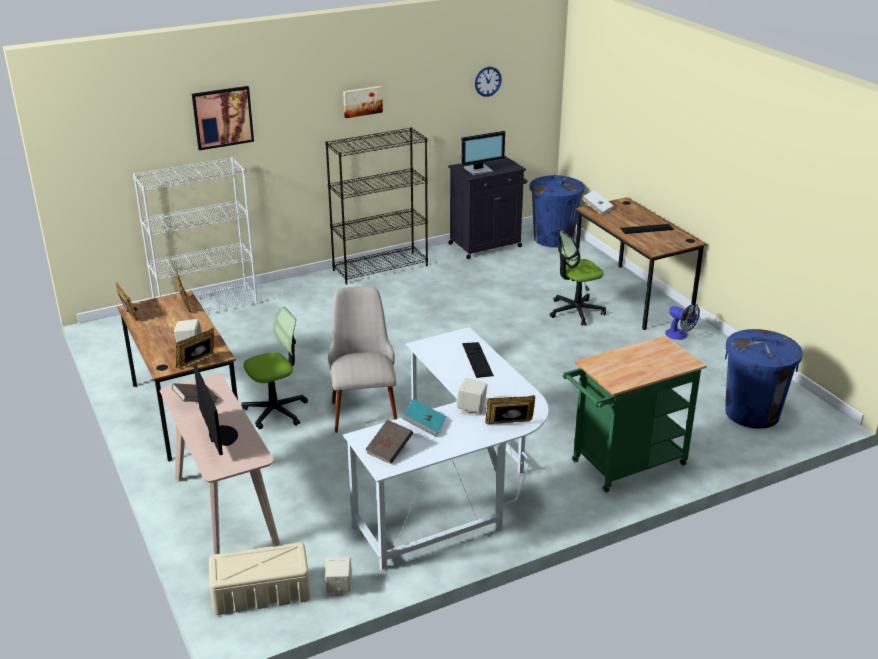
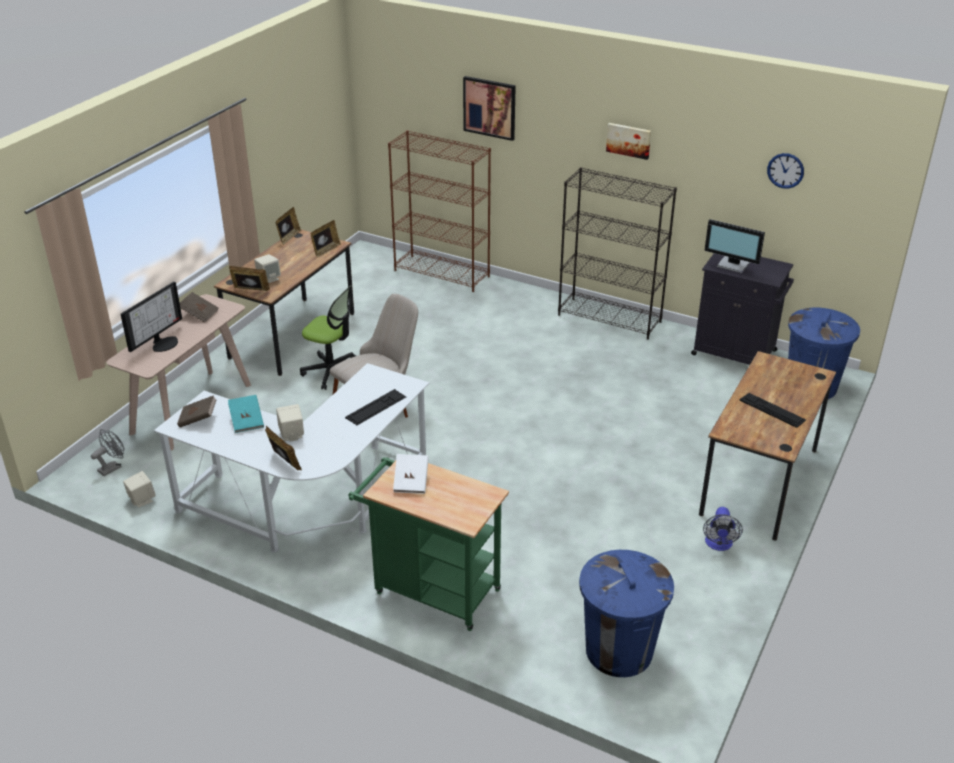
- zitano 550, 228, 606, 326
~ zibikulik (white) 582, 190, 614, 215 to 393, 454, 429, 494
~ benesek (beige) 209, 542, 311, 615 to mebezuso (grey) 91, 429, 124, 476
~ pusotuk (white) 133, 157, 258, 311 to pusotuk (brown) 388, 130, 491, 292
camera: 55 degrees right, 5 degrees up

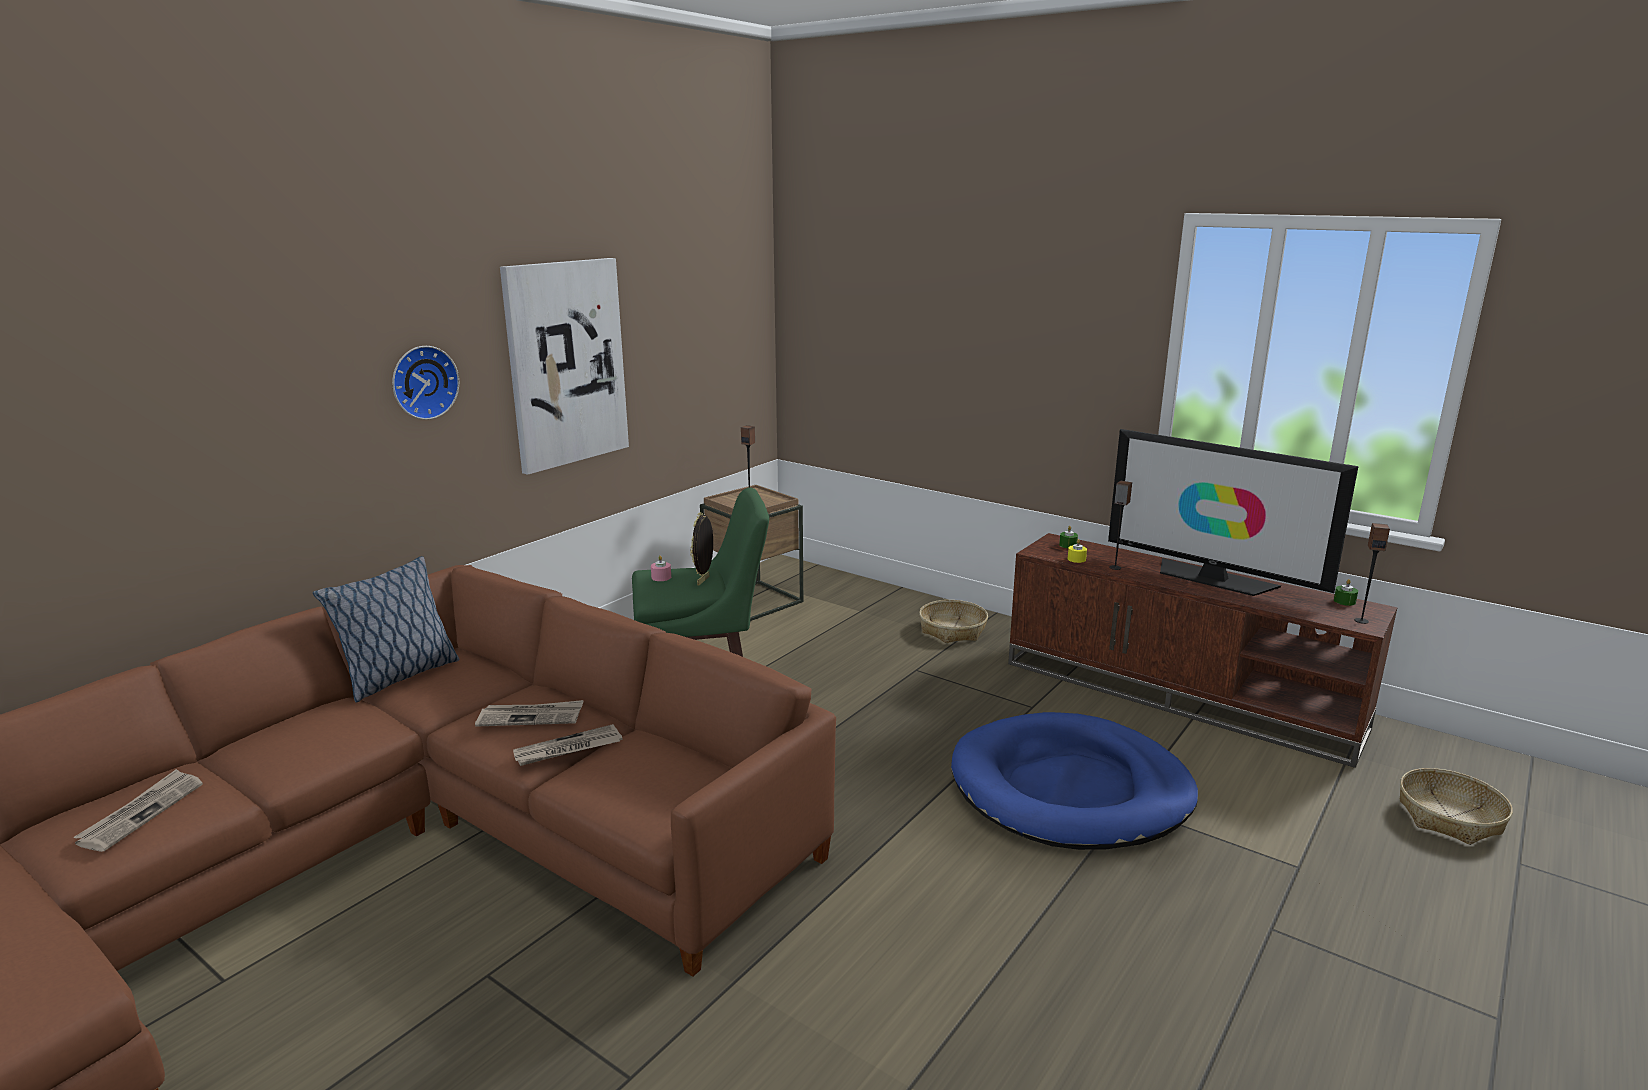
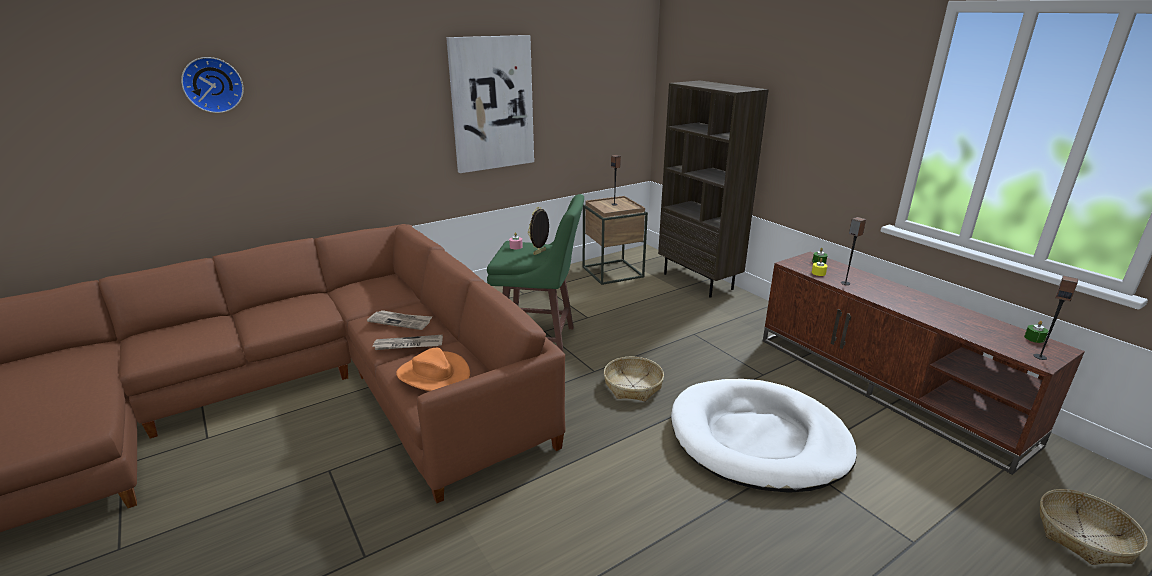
- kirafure 74, 769, 203, 852
- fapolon 313, 556, 460, 703
- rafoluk 1108, 429, 1358, 596
+ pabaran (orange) 396, 348, 470, 391
+ pusotuk (brown) 658, 80, 769, 297
~ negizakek 392, 346, 459, 420 to 181, 57, 244, 113
~ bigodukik 919, 600, 988, 643 to 604, 357, 664, 401
~ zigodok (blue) 951, 712, 1198, 850 to zigodok (white) 671, 379, 857, 493
camera: 20 degrees right, 5 degrees up

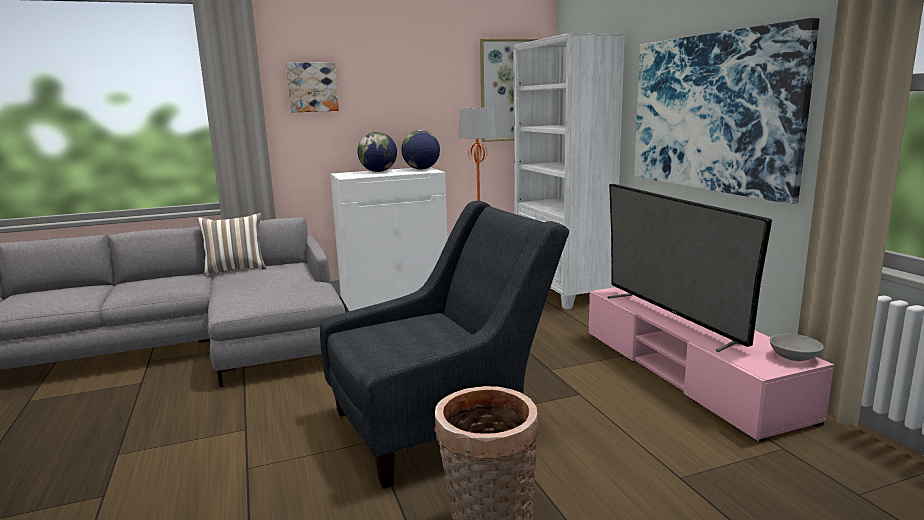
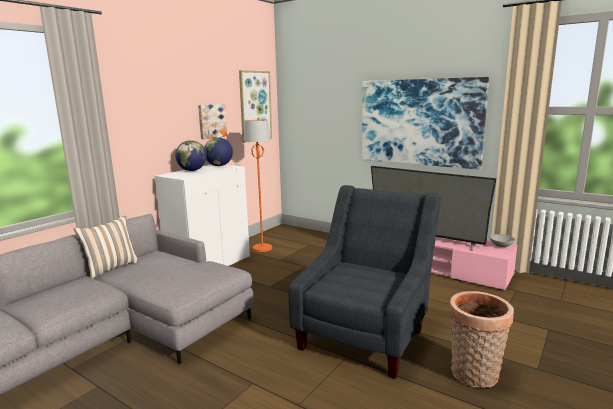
- pusotuk (white) 513, 33, 625, 310
~ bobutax 286, 62, 339, 112 to 198, 104, 227, 139
camera: 35 degrees left, 0 degrees up

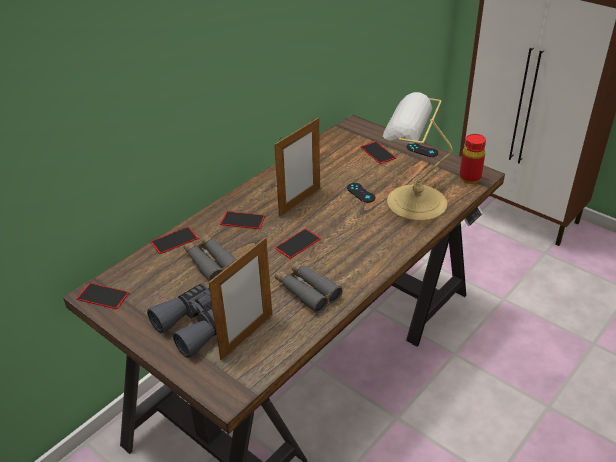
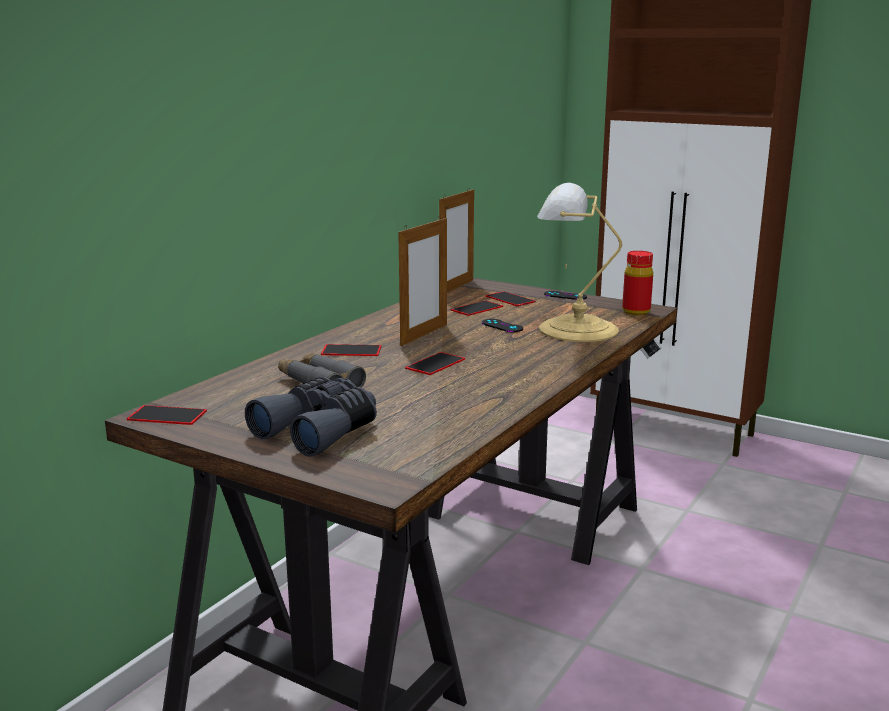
- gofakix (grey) 275, 261, 342, 313
~ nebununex 151, 227, 198, 254 to 451, 300, 503, 316
~ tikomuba 208, 237, 272, 360 to 439, 187, 474, 292
camera: 10 degrees left, 20 degrees down

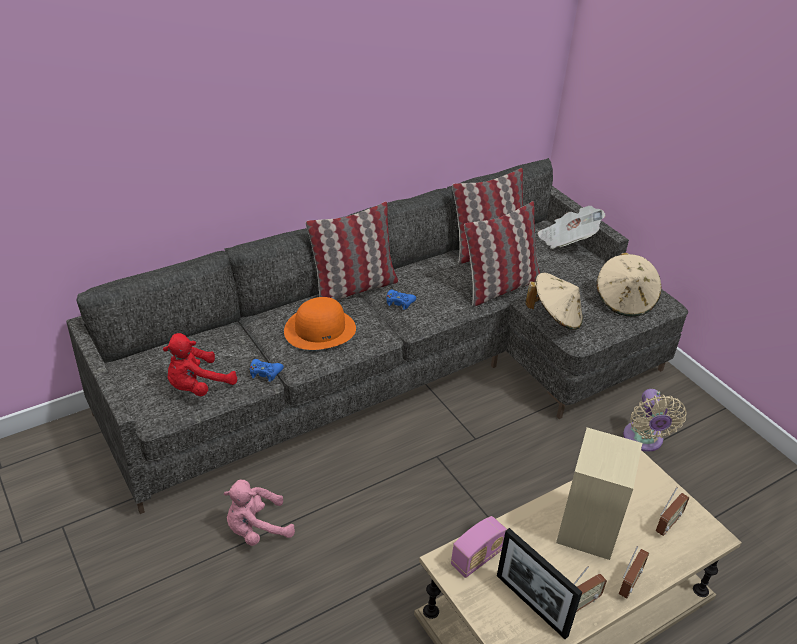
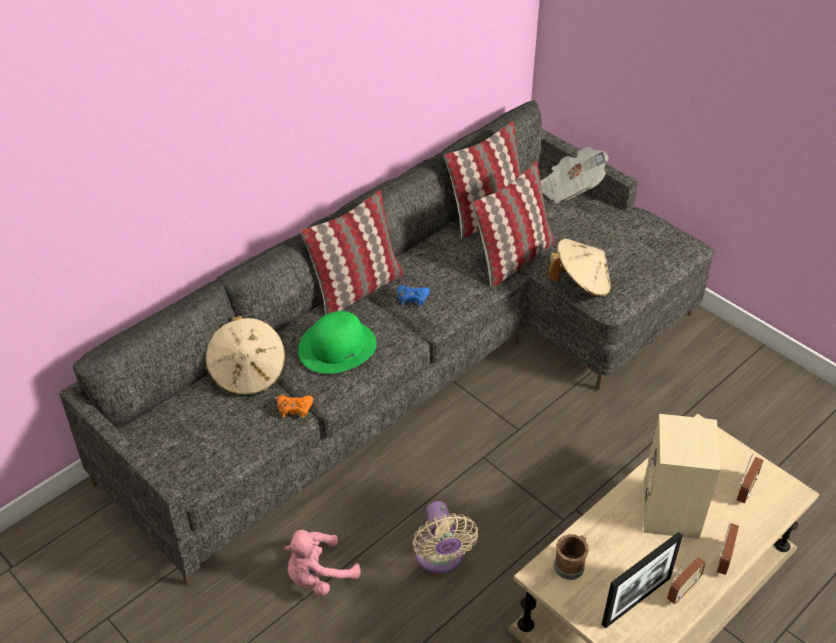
- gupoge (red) 163, 333, 237, 396
~ pabaran (beige) 596, 253, 662, 316 to 205, 316, 286, 397
~ mebezuso (beige) 623, 389, 687, 452 to 412, 501, 478, 574
~ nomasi 451, 516, 507, 578 to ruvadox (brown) 554, 534, 589, 580
~ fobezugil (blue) 250, 359, 284, 382 to fobezugil (orange) 277, 395, 313, 418
~ pabaran (orange) 284, 297, 356, 350 to pabaran (green) 298, 311, 377, 374
~ tikomuba 497, 528, 582, 639 = 602, 532, 683, 629 75 degrees counterclockwise
camera: 10 degrees left, 5 degrees up

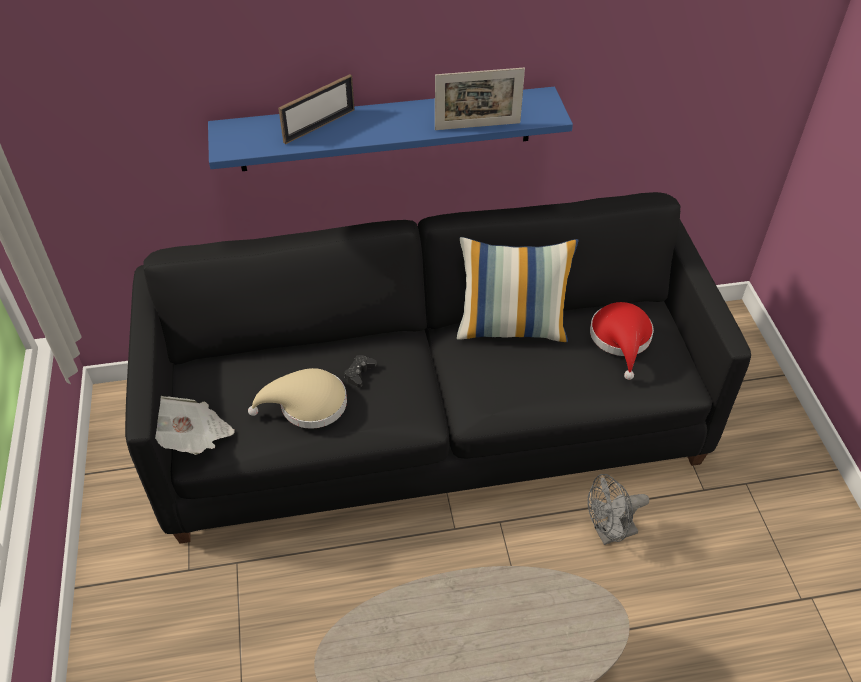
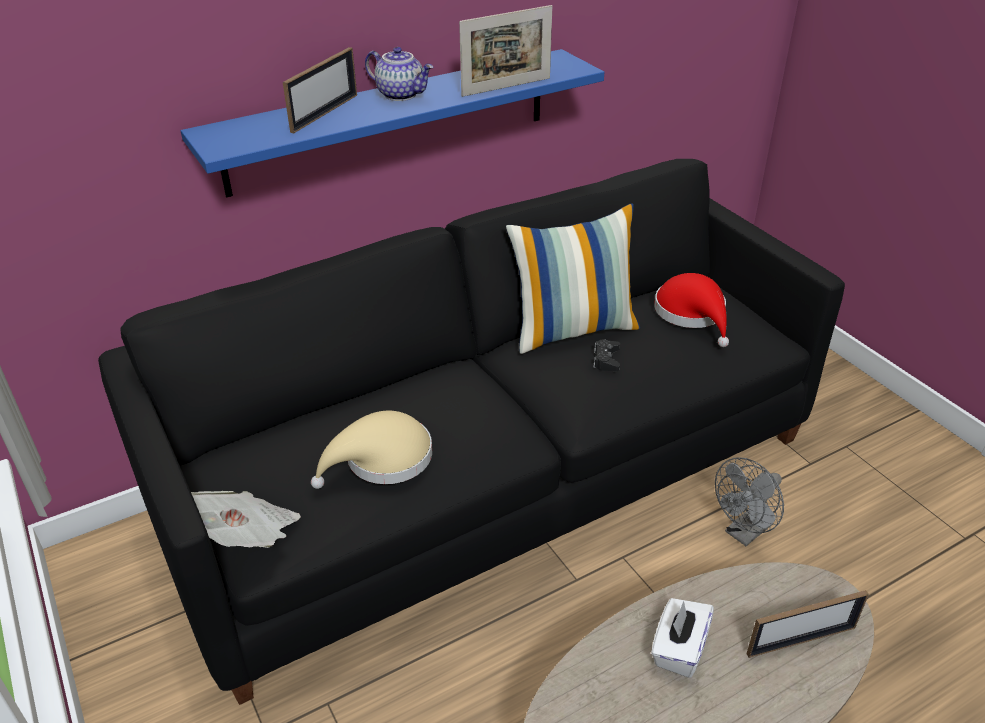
+ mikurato 365, 47, 433, 101
+ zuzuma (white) 651, 598, 714, 678
+ tikomuba 746, 590, 869, 658
~ fobezugil (black) 344, 355, 377, 387 to 593, 339, 620, 371
camera: 20 degrees left, 10 degrees down

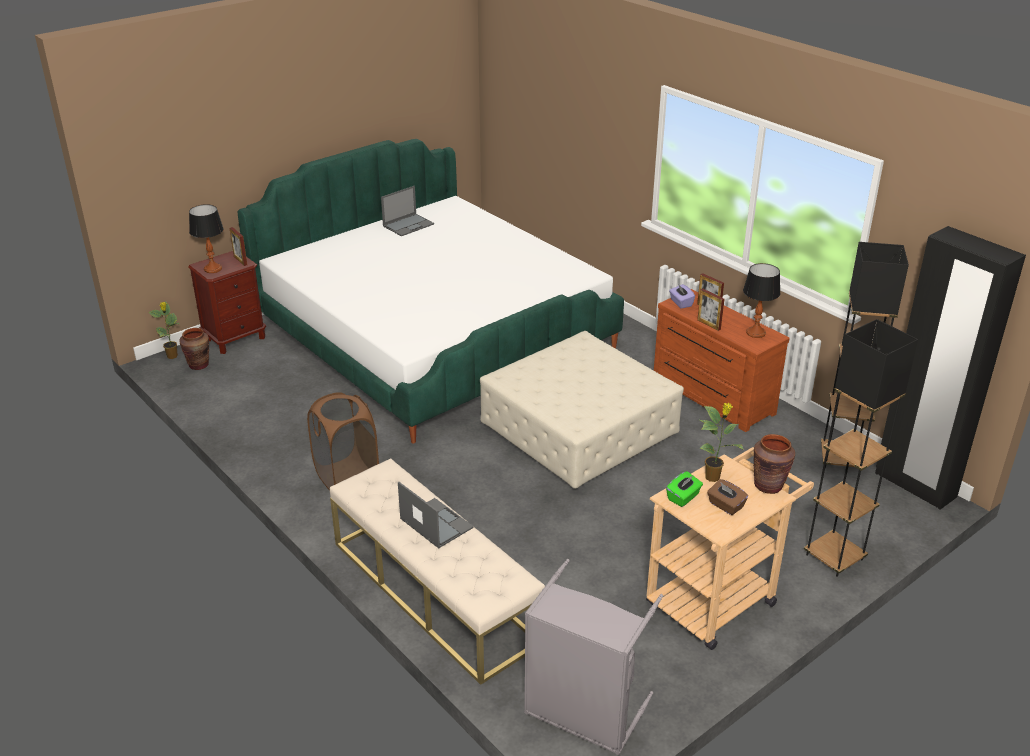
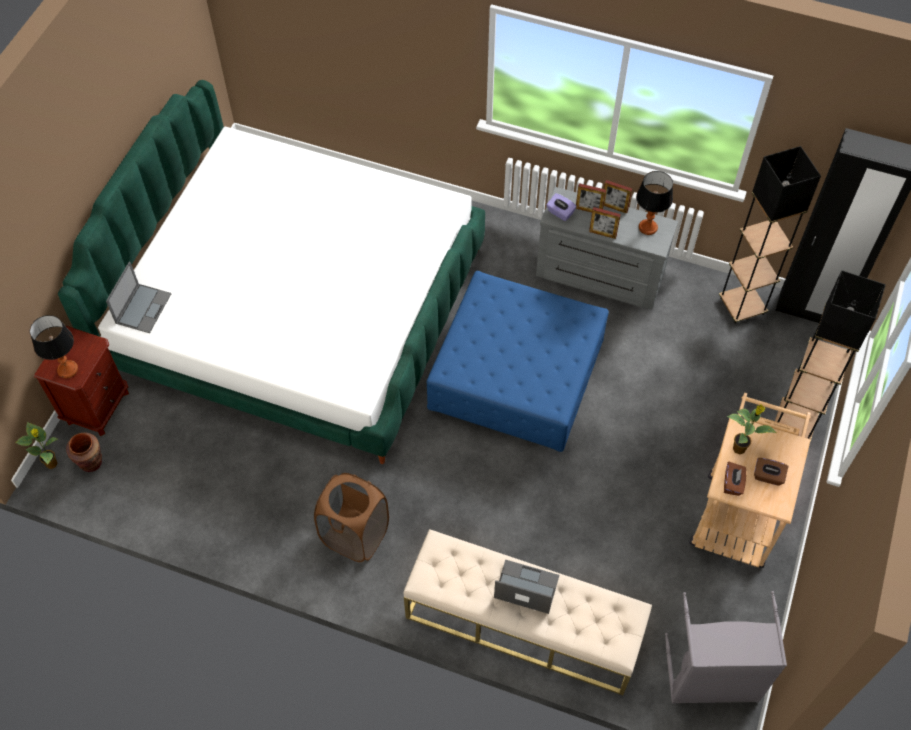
- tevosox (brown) 754, 434, 795, 494
~ tikomuba 230, 227, 247, 266 to 604, 180, 632, 214
~ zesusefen 381, 186, 434, 236 to 106, 261, 172, 333
~ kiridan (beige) 480, 331, 684, 489 to kiridan (blue) 426, 271, 609, 452
~ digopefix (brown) 654, 289, 790, 432 to digopefix (grey) 536, 187, 678, 310
~ zuzuma (green) 666, 471, 703, 507 to zuzuma (brown) 724, 462, 746, 496
camera: 30 degrees left, 25 degrees up

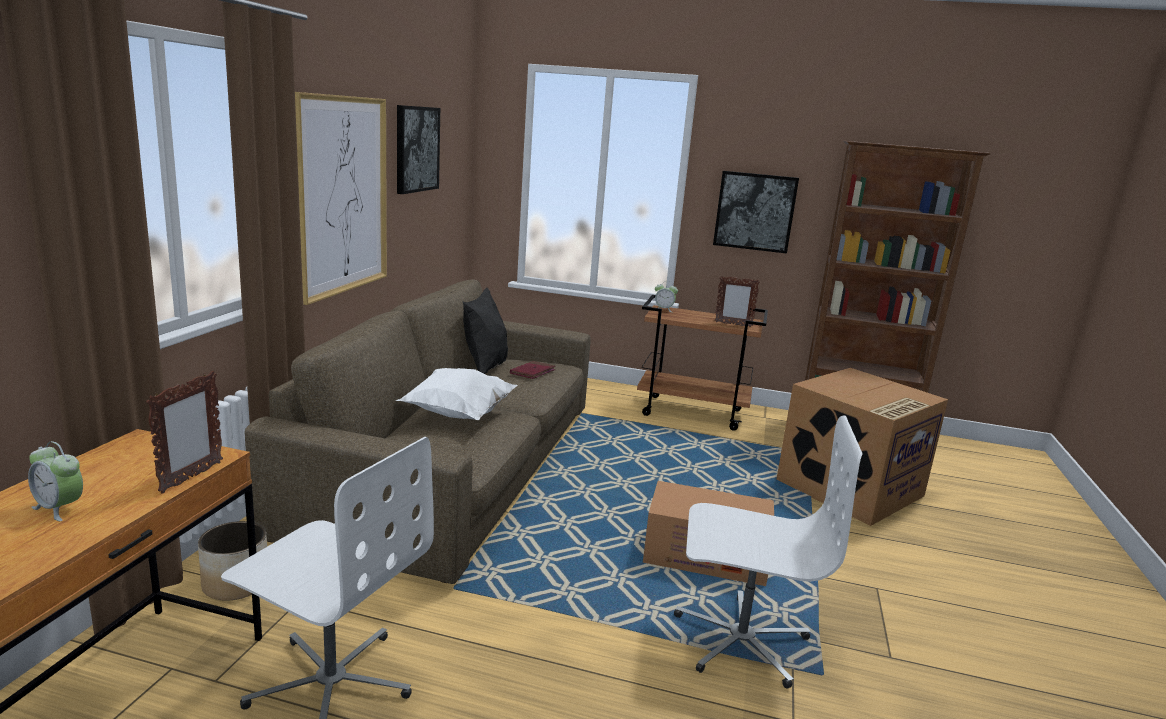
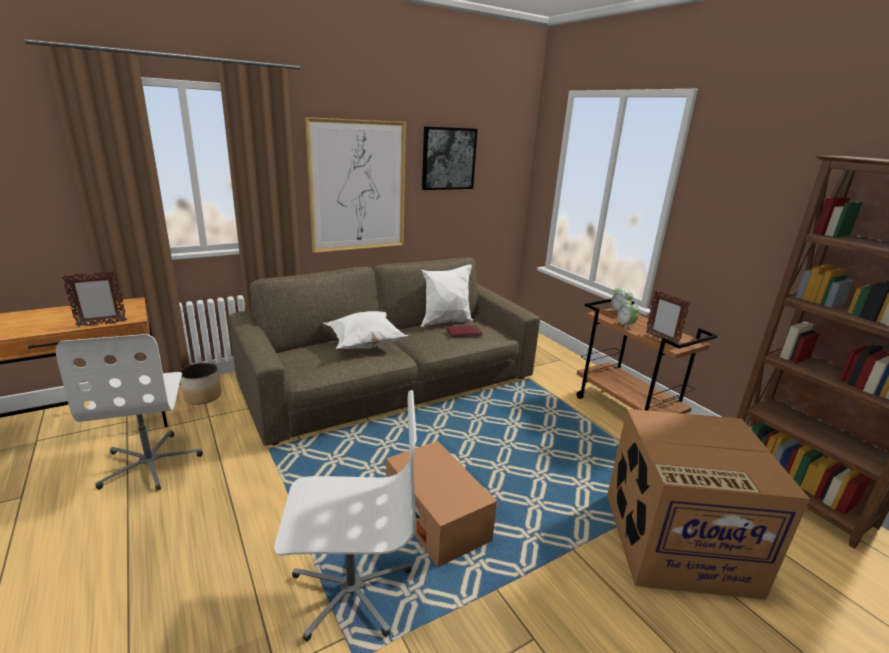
- bobutax 713, 171, 799, 254
~ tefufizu 28, 441, 83, 521 to 615, 298, 640, 330
~ fapolon (black) 462, 288, 508, 374 to fapolon (white) 421, 265, 473, 327
~ zitano (white) 674, 416, 863, 689 = 274, 390, 417, 641 60 degrees counterclockwise
camera: 45 degrees right, 5 degrees up

